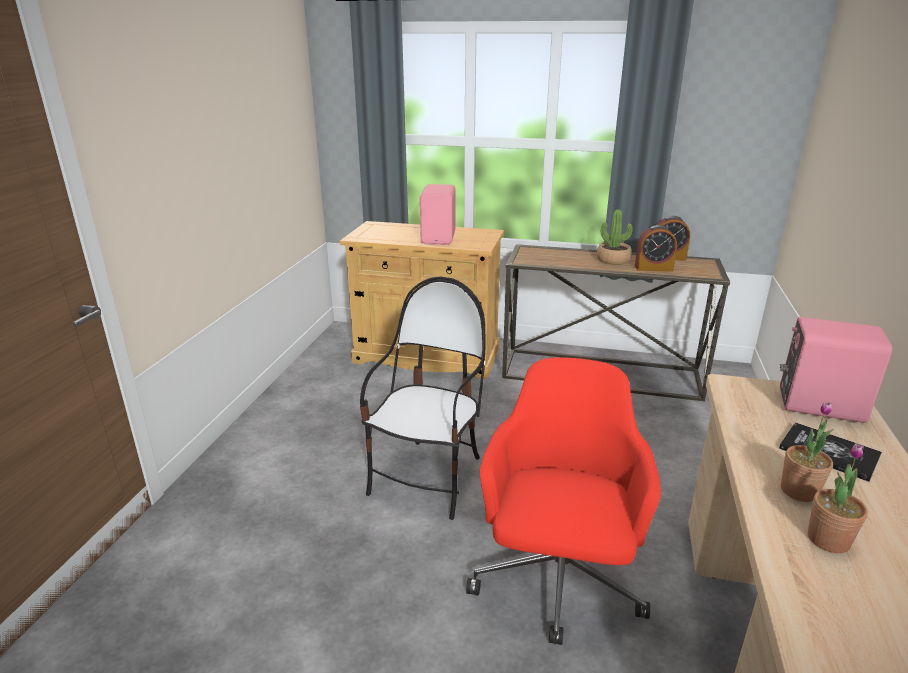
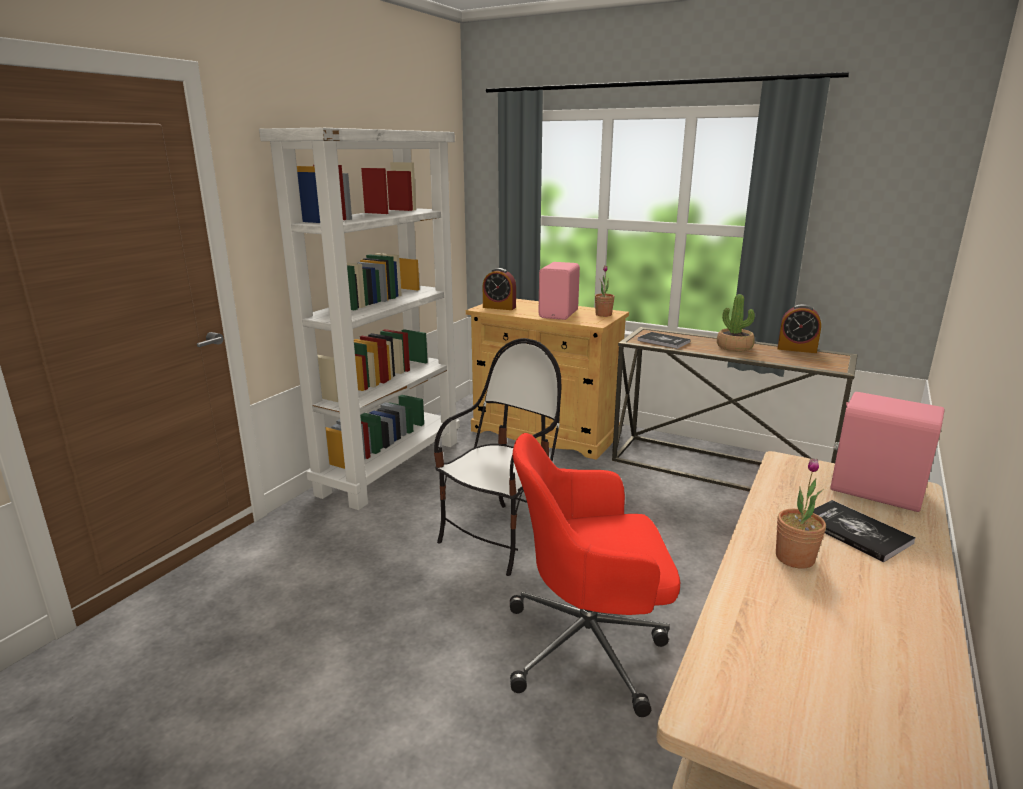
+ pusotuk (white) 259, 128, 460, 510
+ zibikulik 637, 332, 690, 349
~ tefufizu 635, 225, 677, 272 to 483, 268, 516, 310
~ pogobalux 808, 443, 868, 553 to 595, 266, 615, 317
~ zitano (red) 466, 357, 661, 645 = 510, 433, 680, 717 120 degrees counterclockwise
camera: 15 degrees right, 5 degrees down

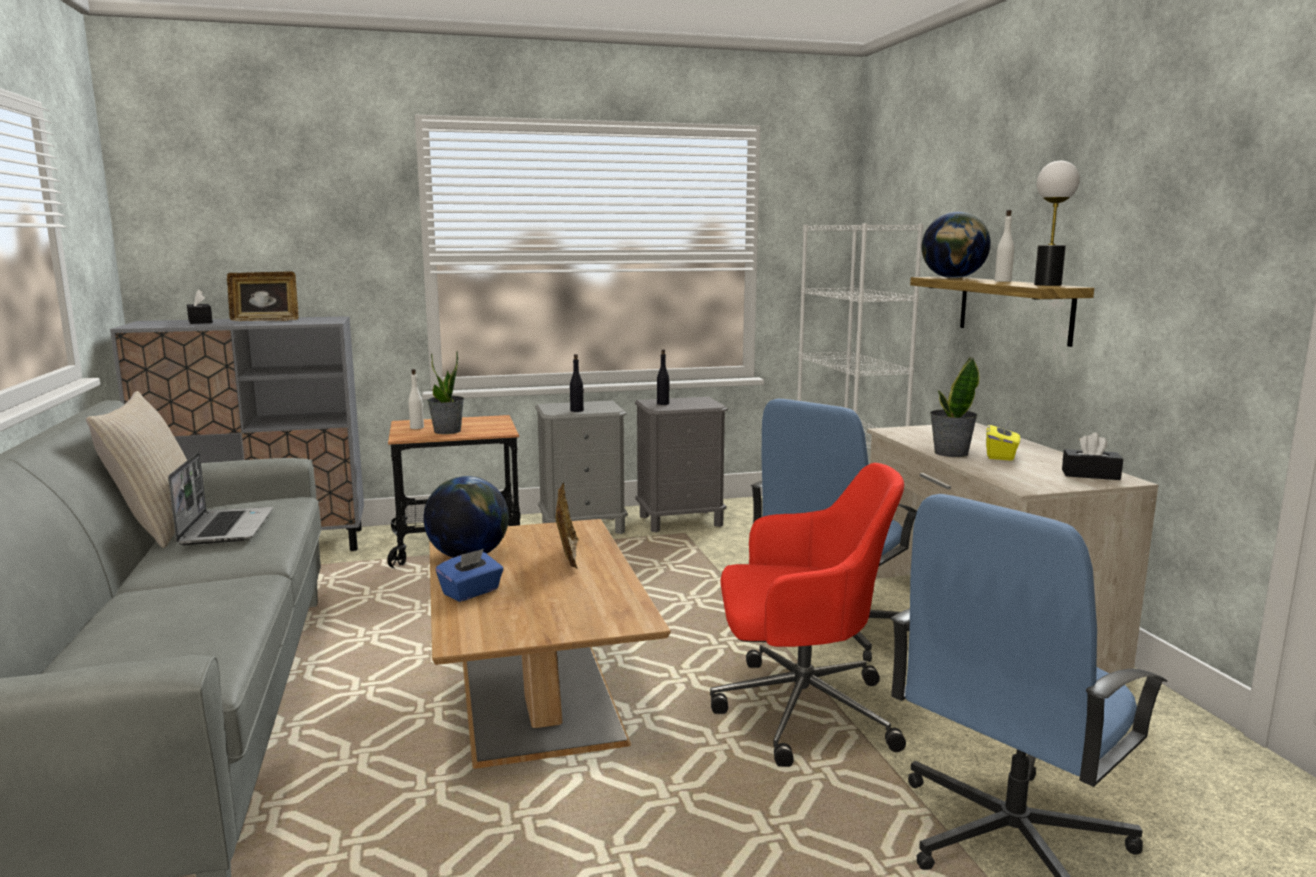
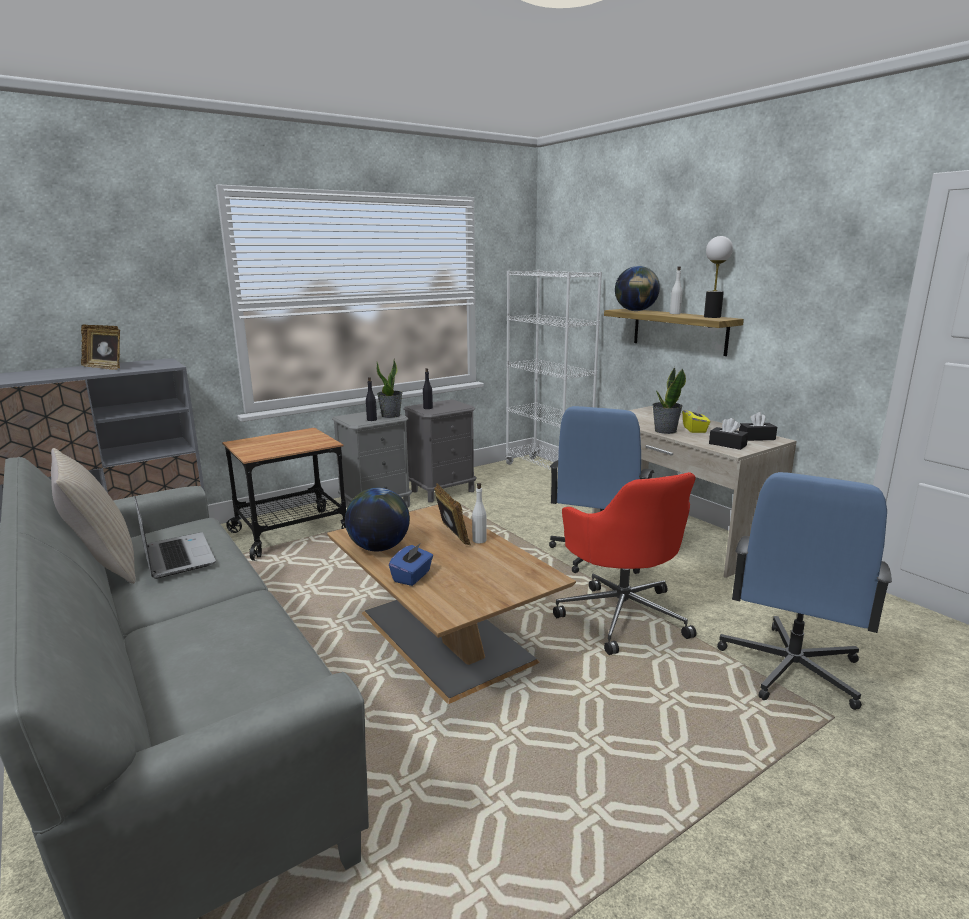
~ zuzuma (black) 187, 289, 213, 324 to 709, 418, 748, 450
~ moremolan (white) 408, 369, 424, 429 to 472, 483, 487, 543
~ pogobalux 427, 351, 464, 434 to 377, 358, 403, 418
~ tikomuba 227, 272, 298, 321 = 81, 325, 120, 370 60 degrees clockwise
~ zitano (red) 710, 463, 906, 767 = 553, 472, 696, 655 90 degrees clockwise
camera: 20 degrees left, 5 degrees up

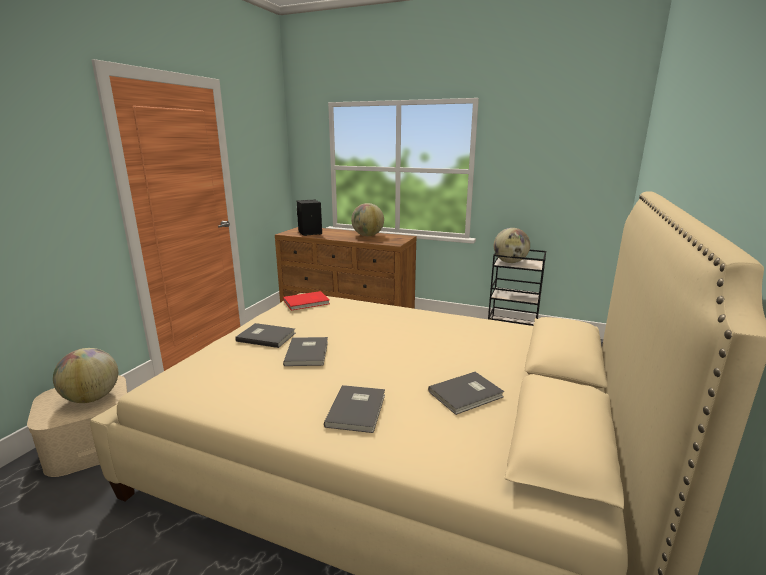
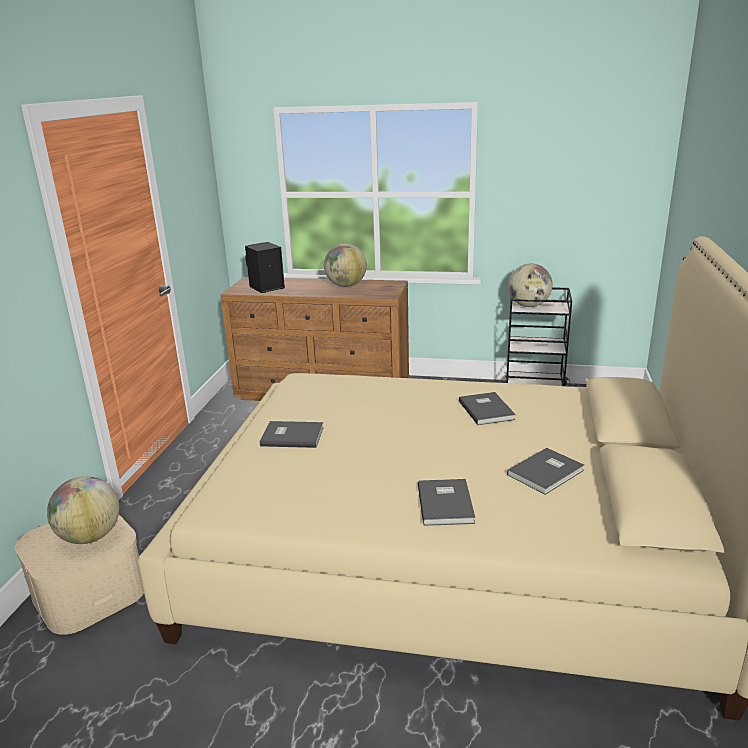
- zibikulik (red) 283, 291, 330, 310
~ zibikulik (grey) 283, 337, 328, 366 to 459, 392, 516, 425
camera: 10 degrees left, 5 degrees up

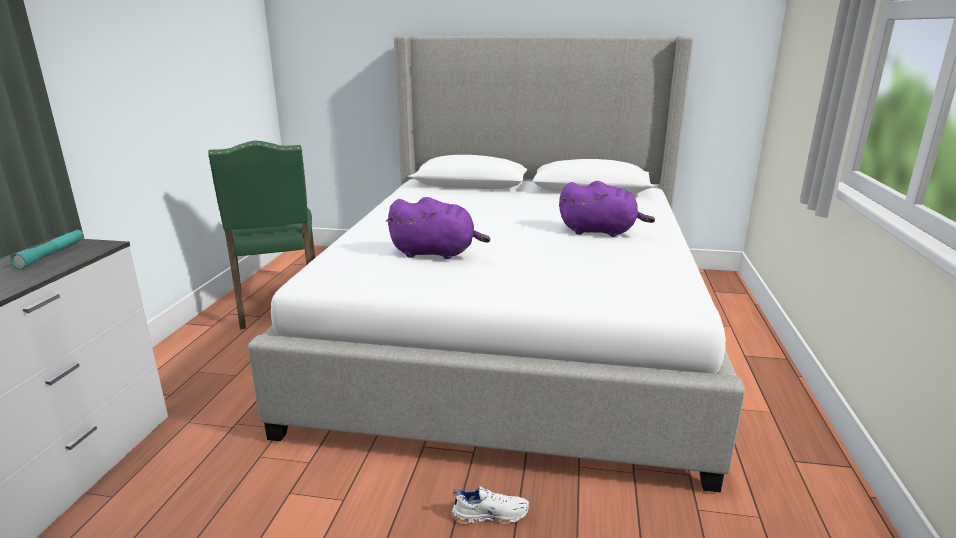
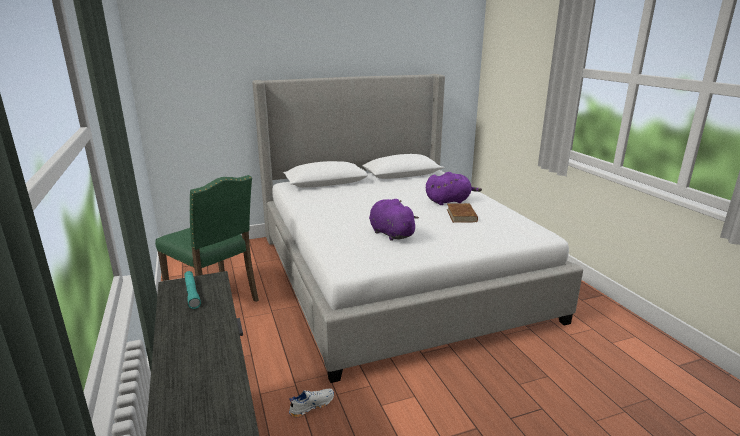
+ zibikulik (brown) 447, 203, 478, 223
~ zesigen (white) 452, 486, 529, 524 to 289, 389, 334, 418
~ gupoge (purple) 386, 197, 490, 259 = 369, 199, 419, 241 105 degrees counterclockwise
camera: 30 degrees left, 0 degrees up

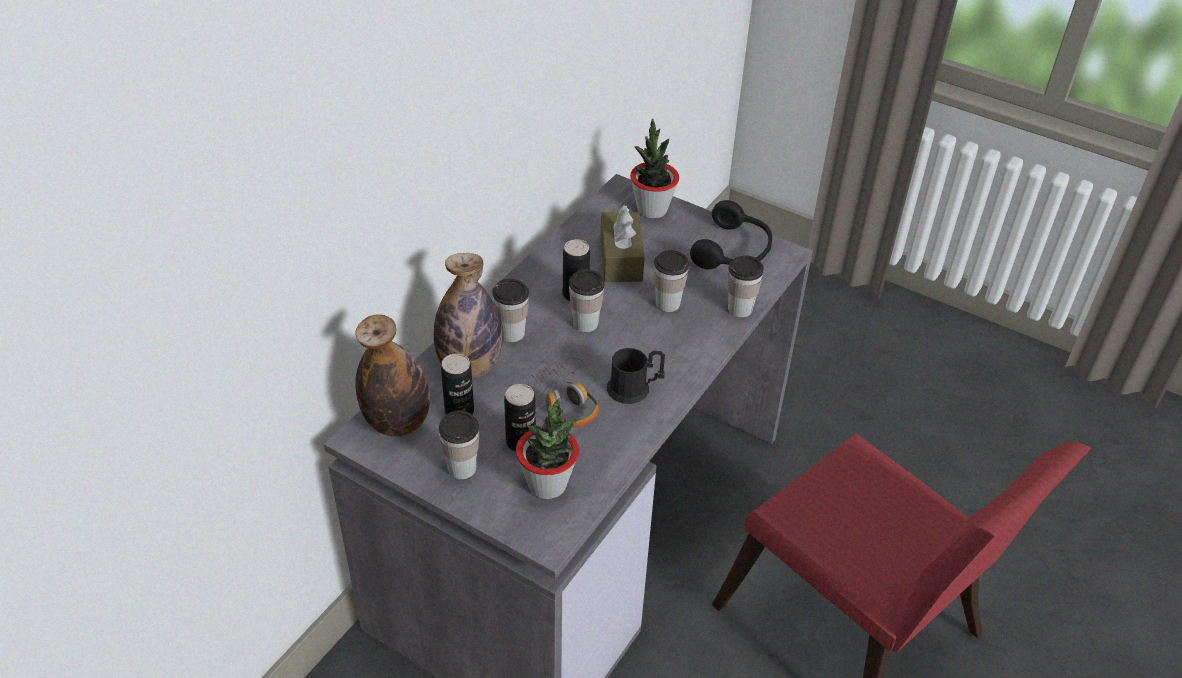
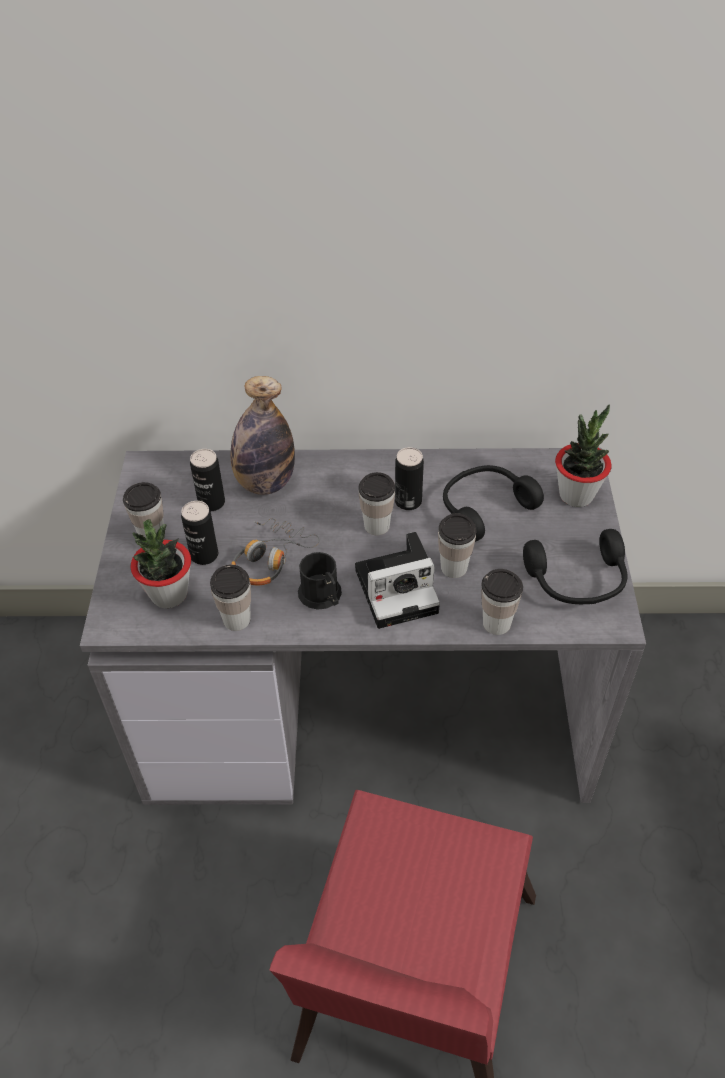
- moremolan 355, 314, 430, 436
+ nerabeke 355, 532, 440, 629
~ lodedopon 492, 279, 529, 342 to 210, 564, 251, 631
~ zuzuma (brown) 600, 206, 645, 282 to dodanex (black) 443, 465, 544, 542
camera: 60 degrees right, 5 degrees up

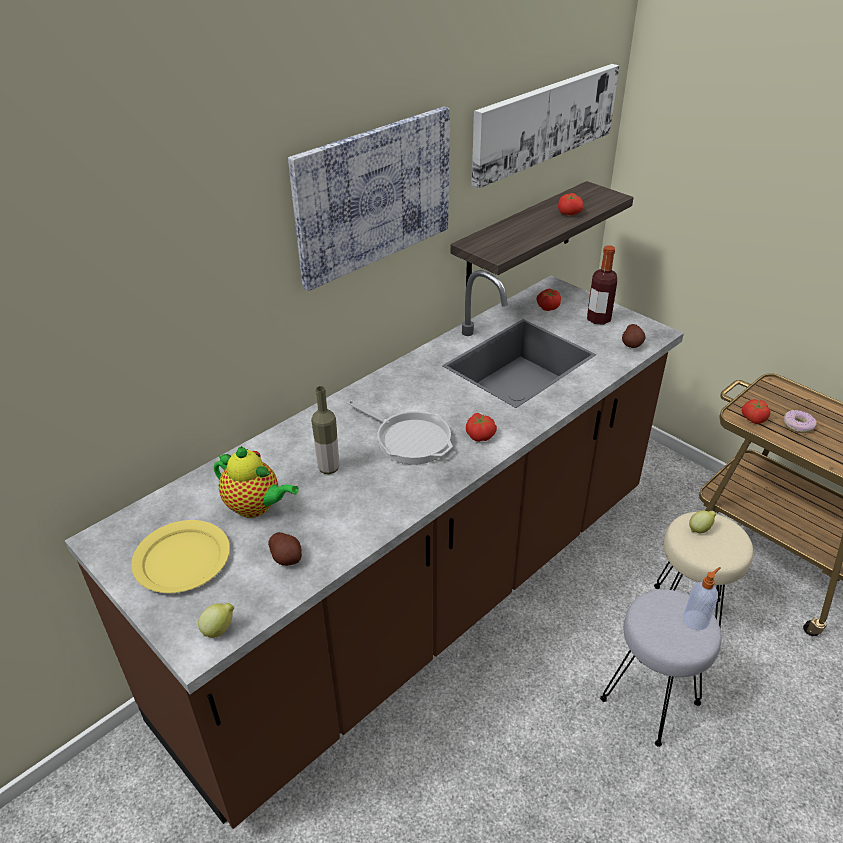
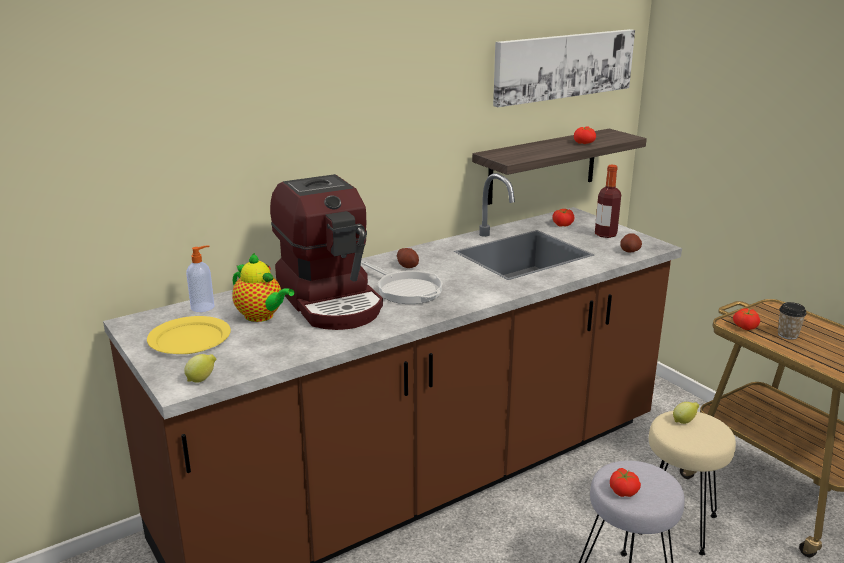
- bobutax 288, 107, 450, 291
~ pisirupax 268, 532, 302, 566 to 397, 248, 419, 268
~ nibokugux 466, 413, 497, 442 to 610, 468, 641, 497
~ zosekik 683, 567, 720, 630 to 186, 246, 214, 312
~ moremolan 311, 386, 339, 474 to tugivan 270, 174, 383, 330
~ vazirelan 783, 410, 817, 433 to lodedopon 778, 302, 807, 340
camera: 10 degrees right, 15 degrees down

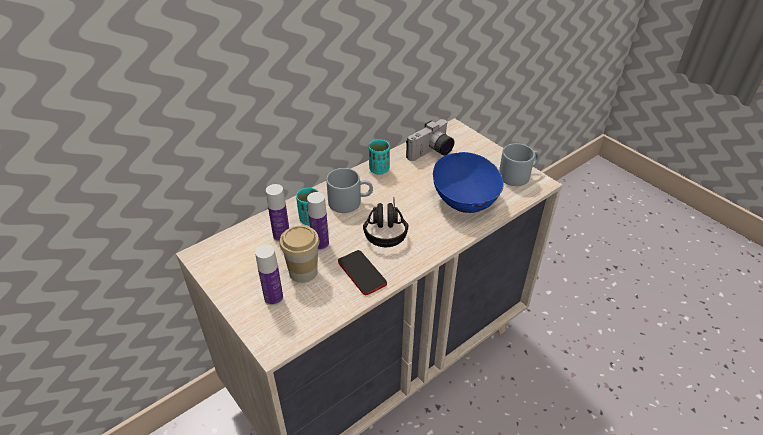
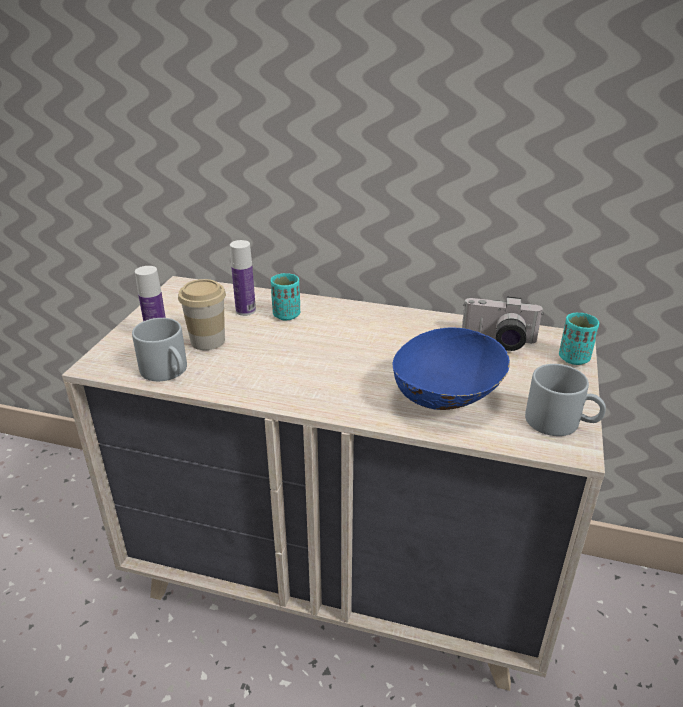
- moremolan 307, 192, 329, 251
- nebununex 338, 250, 387, 295
- dodanex (black) 363, 197, 408, 247
~ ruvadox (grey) 326, 168, 373, 213 to 132, 318, 187, 381
~ lodedopon (turquoise) 369, 140, 390, 175 to 559, 313, 599, 365
camera: 55 degrees right, 10 degrees down

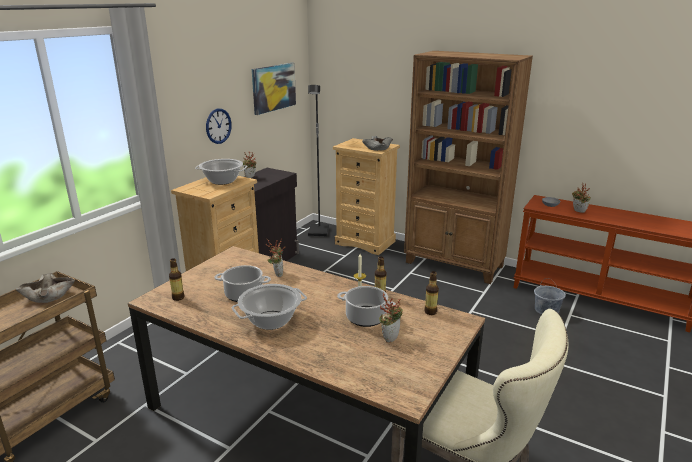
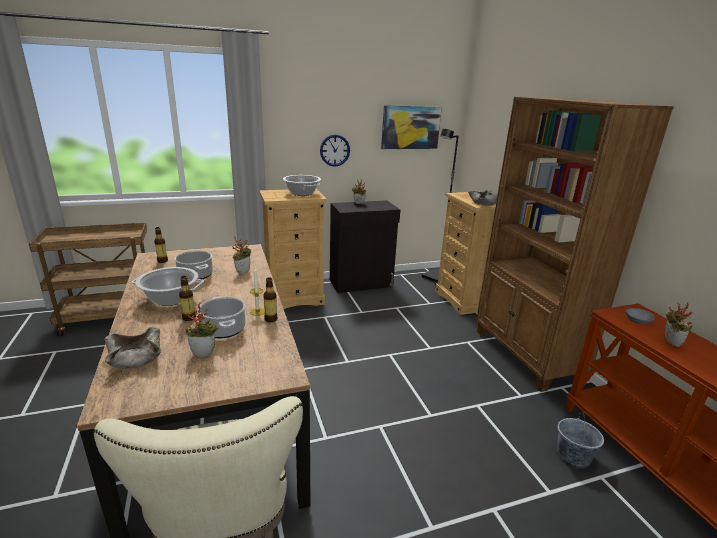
~ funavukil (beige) 16, 273, 75, 303 to 104, 327, 161, 369
~ moremolan 424, 271, 439, 315 to 179, 276, 196, 321
camera: 40 degrees right, 0 degrees up

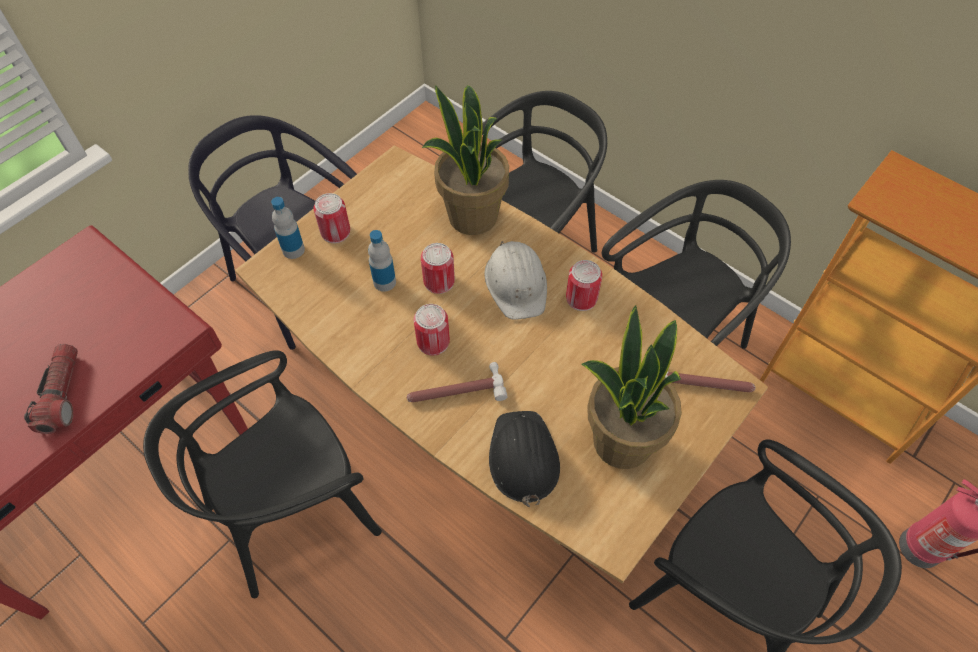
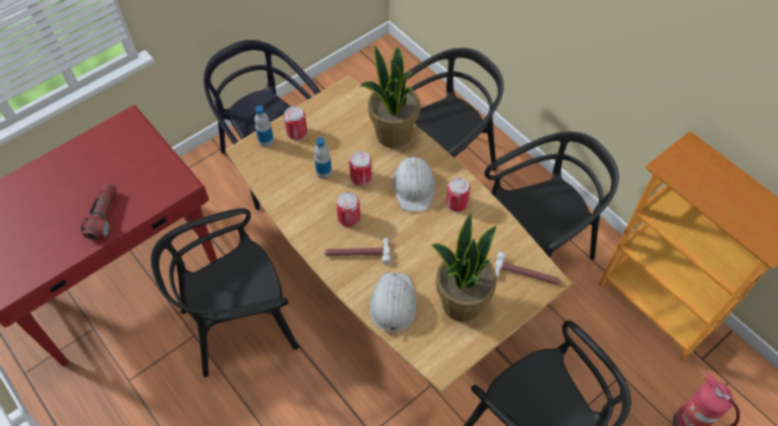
~ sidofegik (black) 489, 411, 560, 507 to sidofegik (white) 370, 273, 417, 335
camera: 10 degrees right, 0 degrees up

